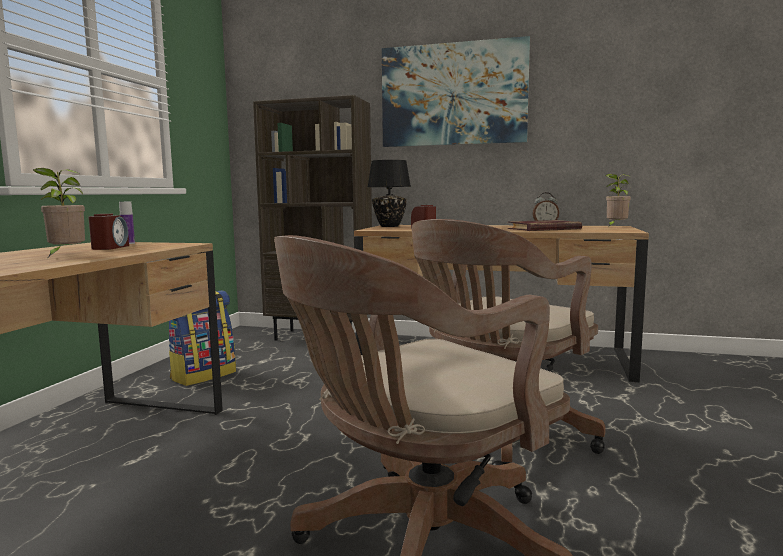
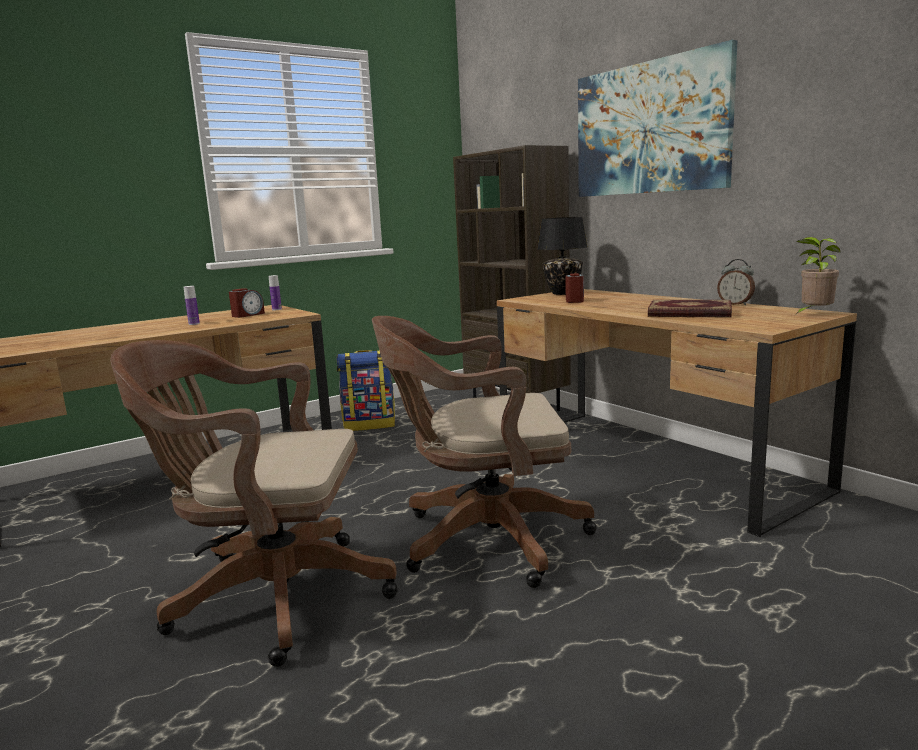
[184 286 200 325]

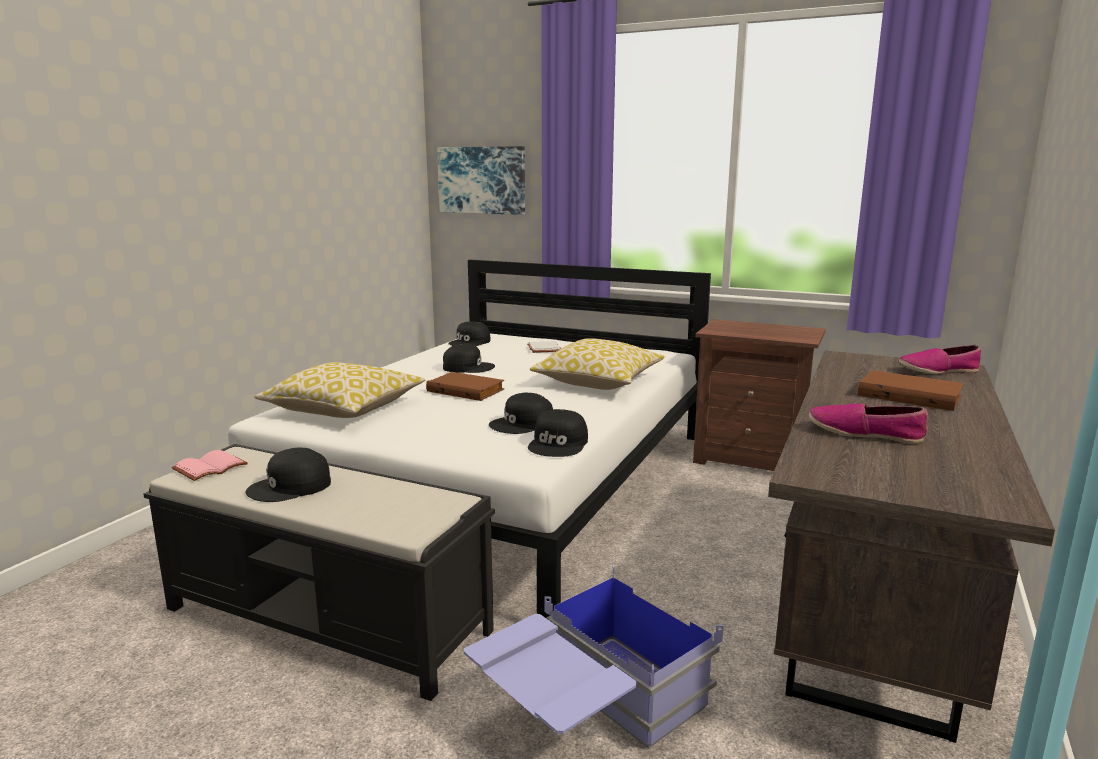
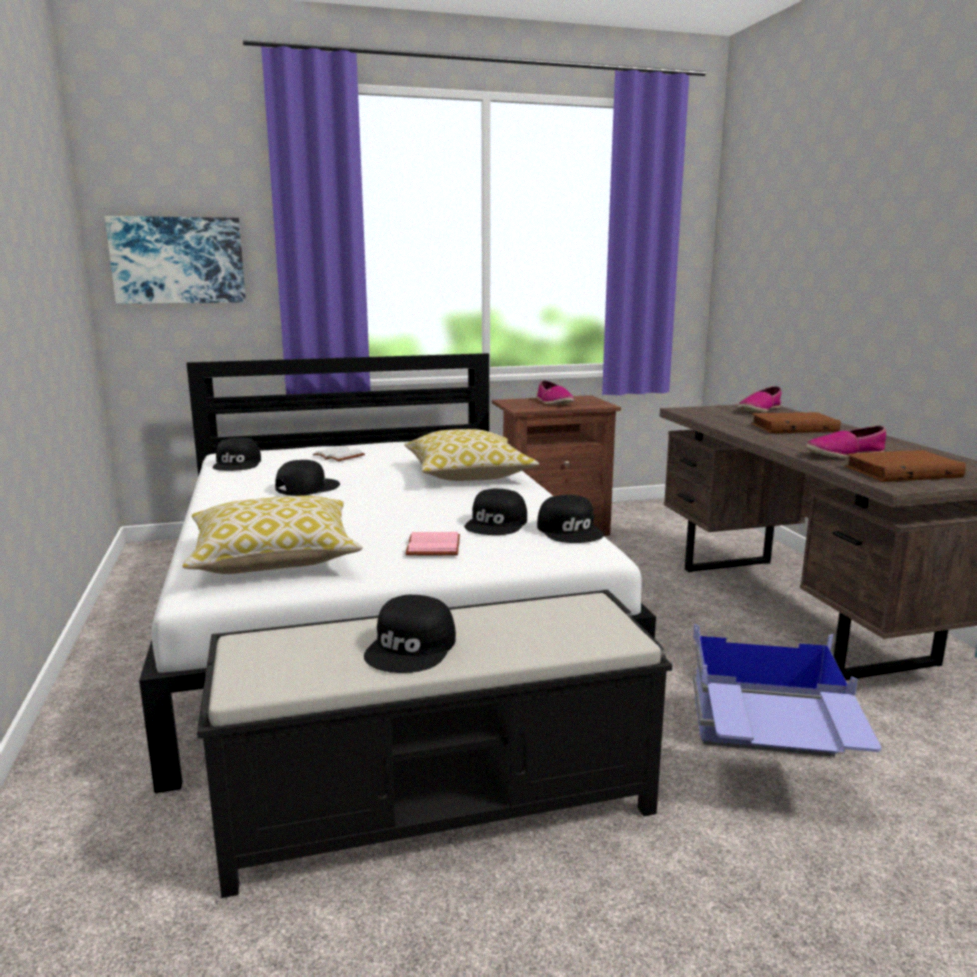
[537 381 574 404]
[406 532 460 555]
[845 450 966 482]

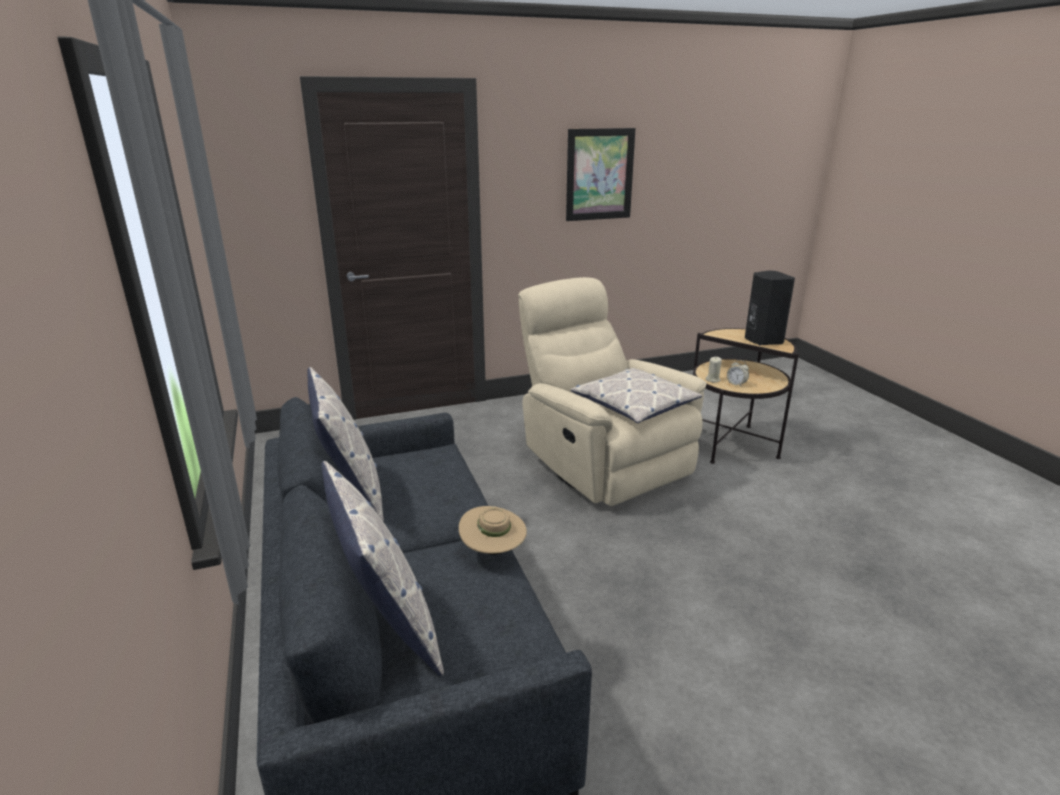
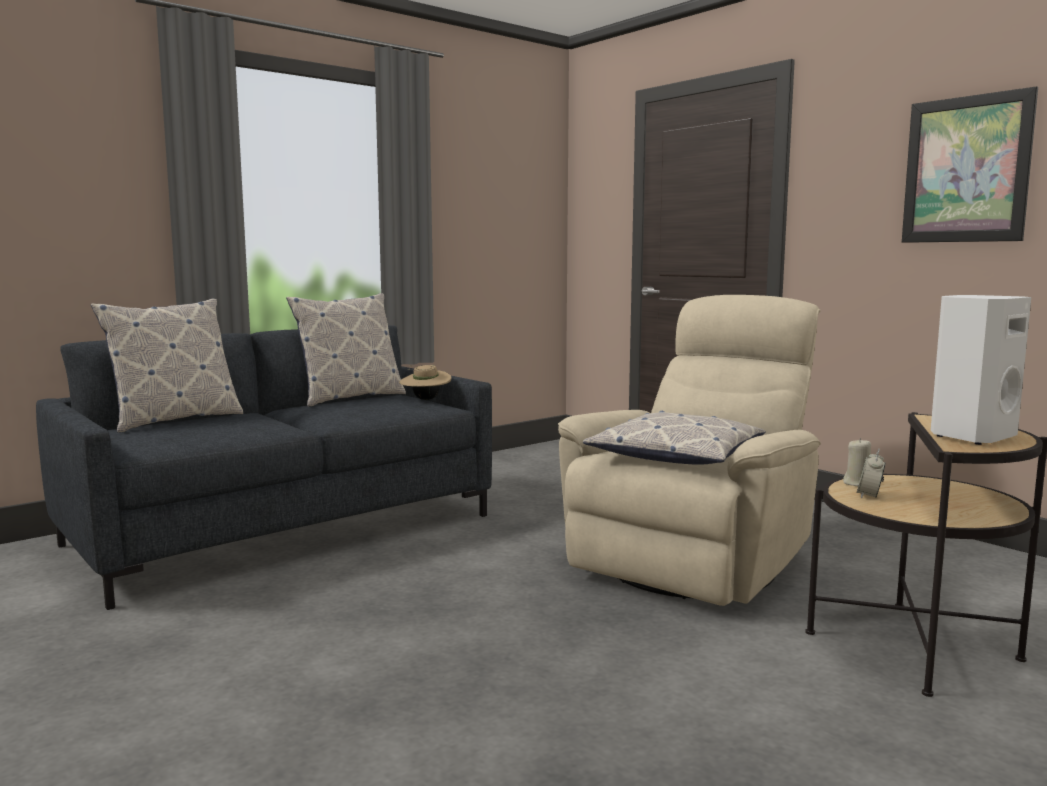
[399 365 451 400]
[931 295 1031 445]

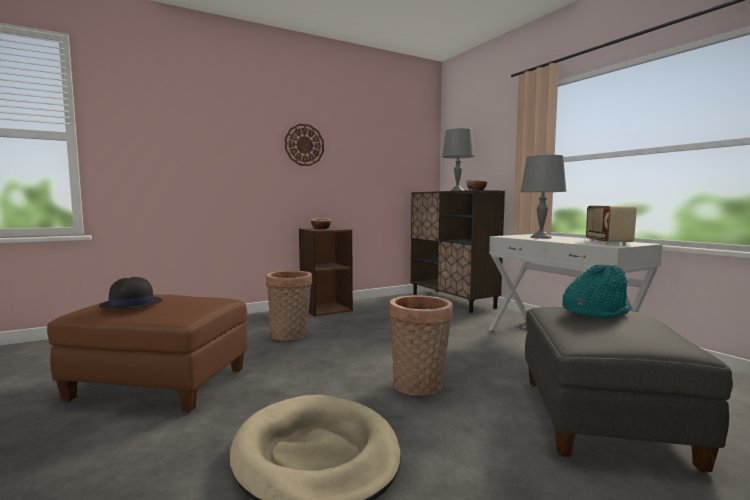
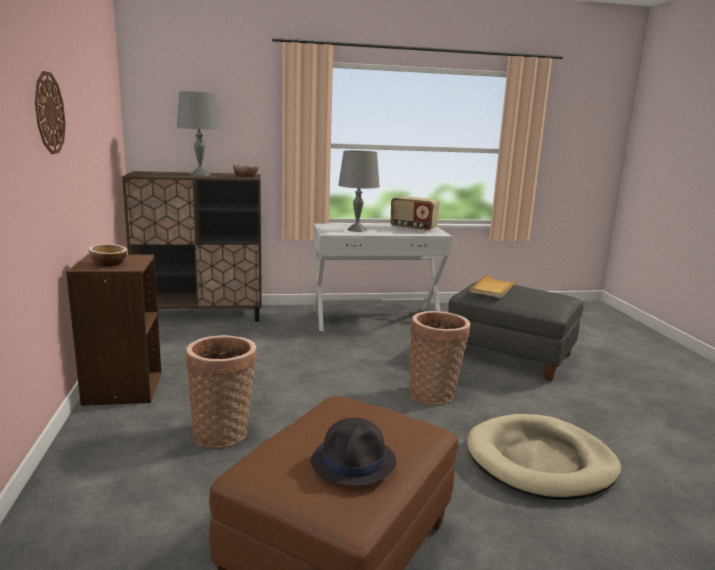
[470 273 520 298]

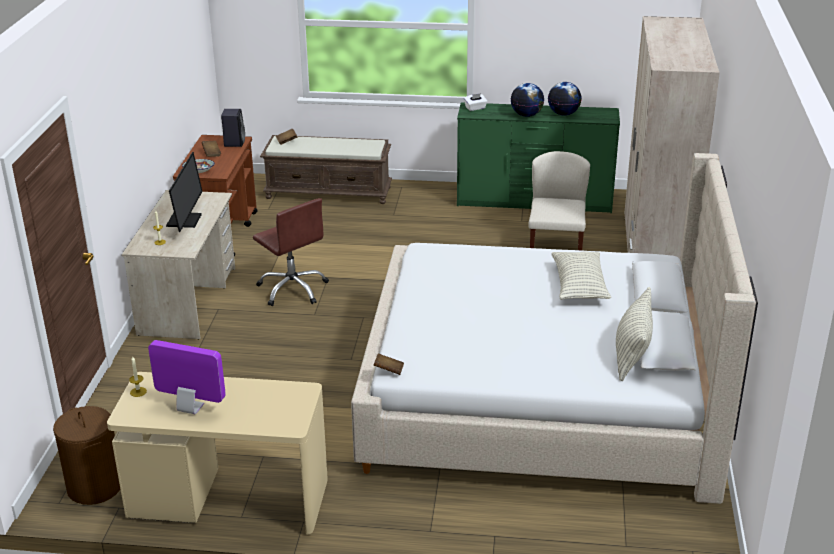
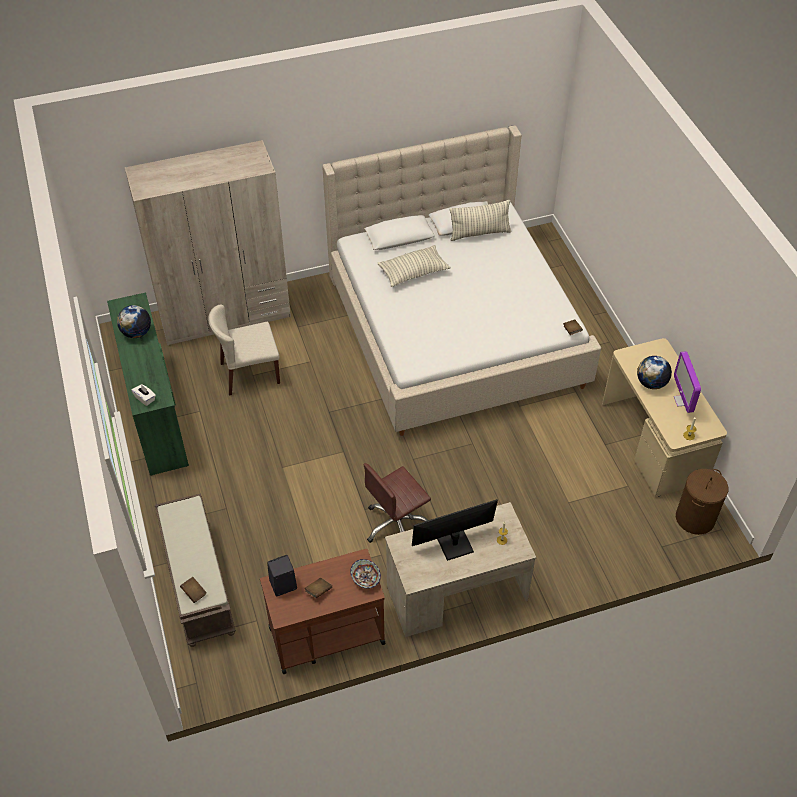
[637 356 672 389]
[364 463 431 543]

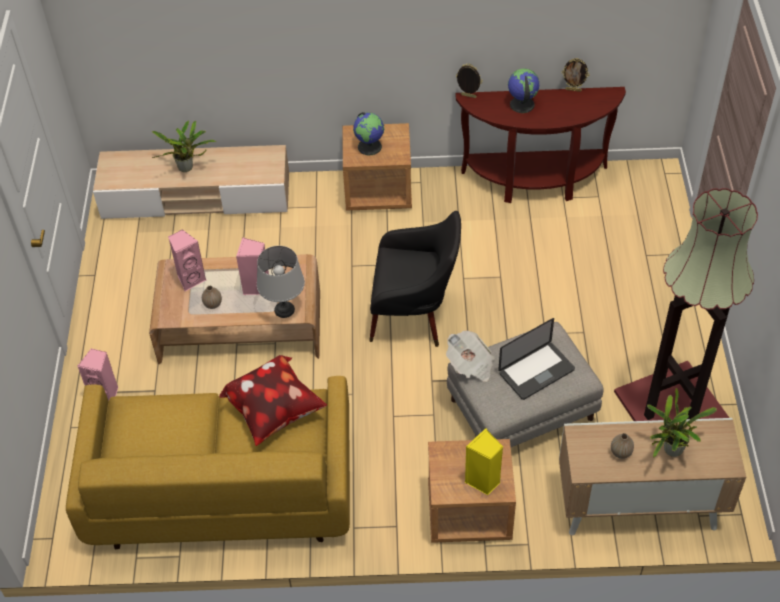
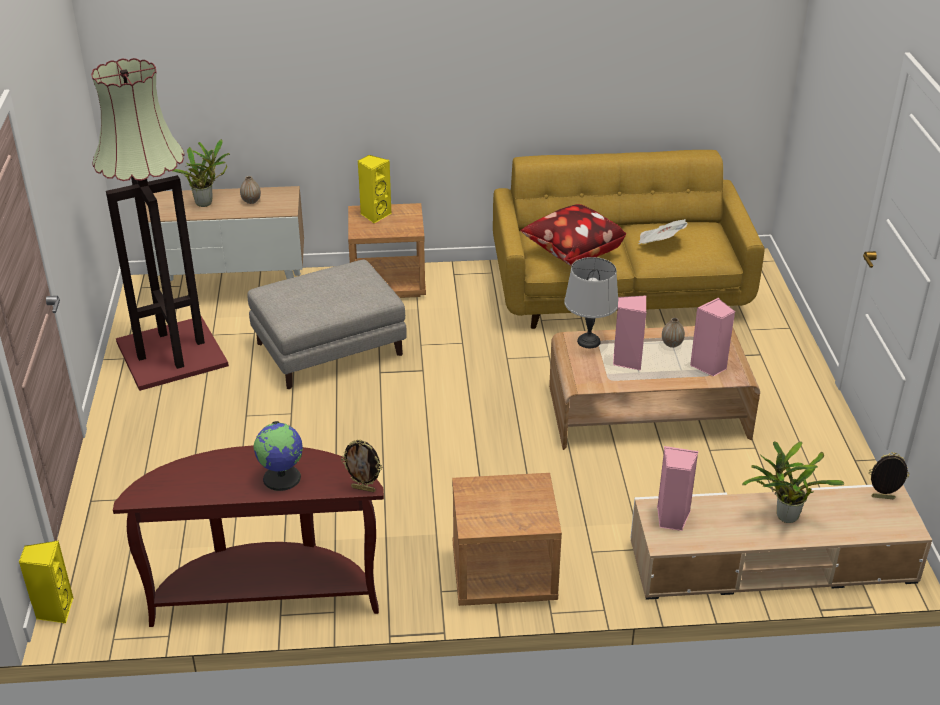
[353 112 384 155] (first image)
[369 211 461 347] (first image)
[498 318 575 400] (first image)
[19 541 74 623]
[657 446 699 531]
[638 219 688 244]
[869 452 909 500]

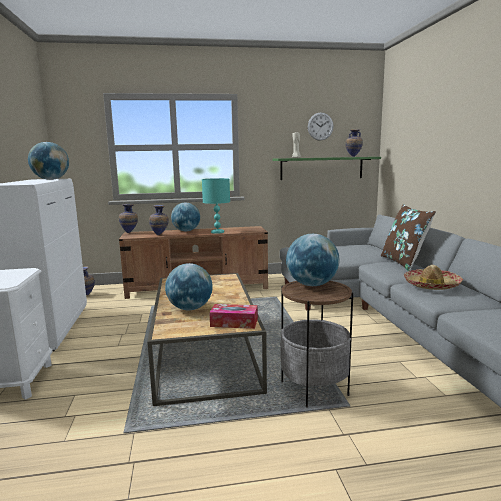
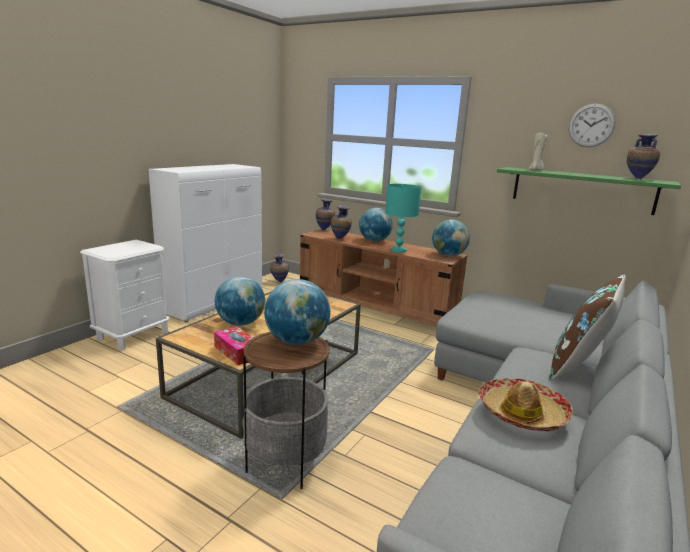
[432 220 470 256]

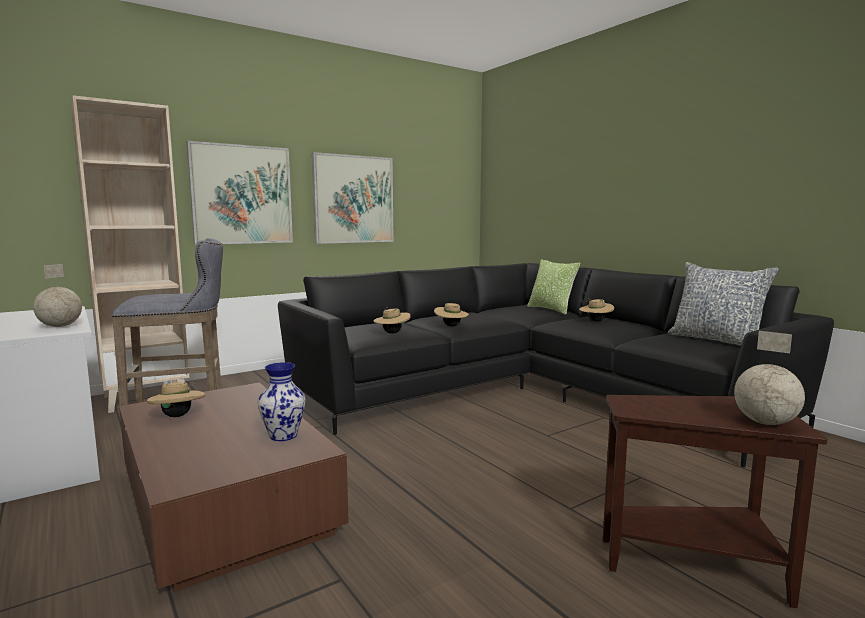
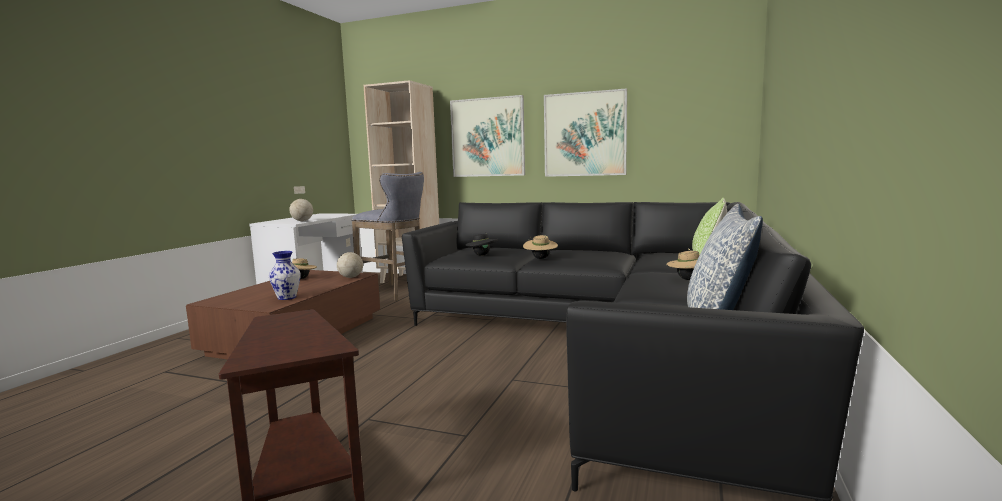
[337 238 363 278]
[465 234 498 256]

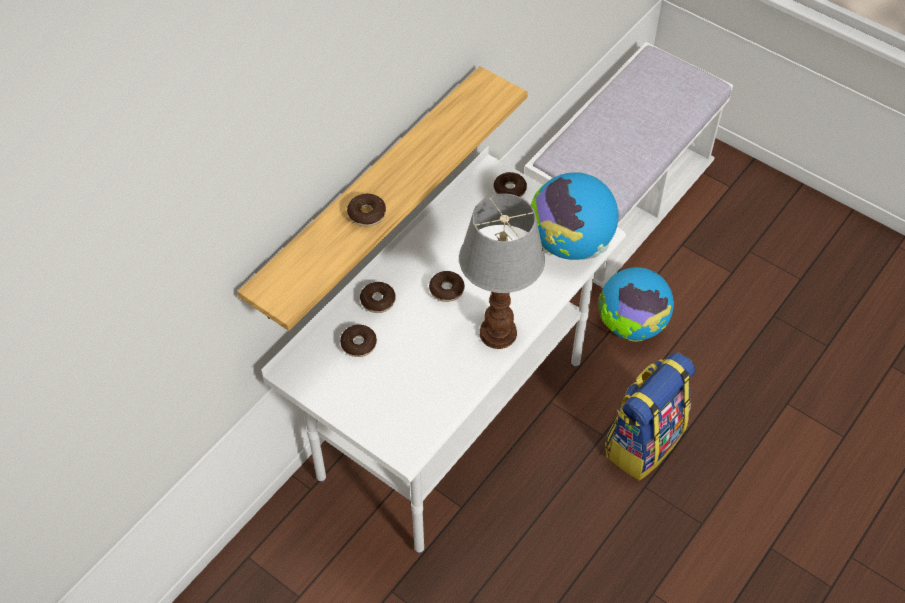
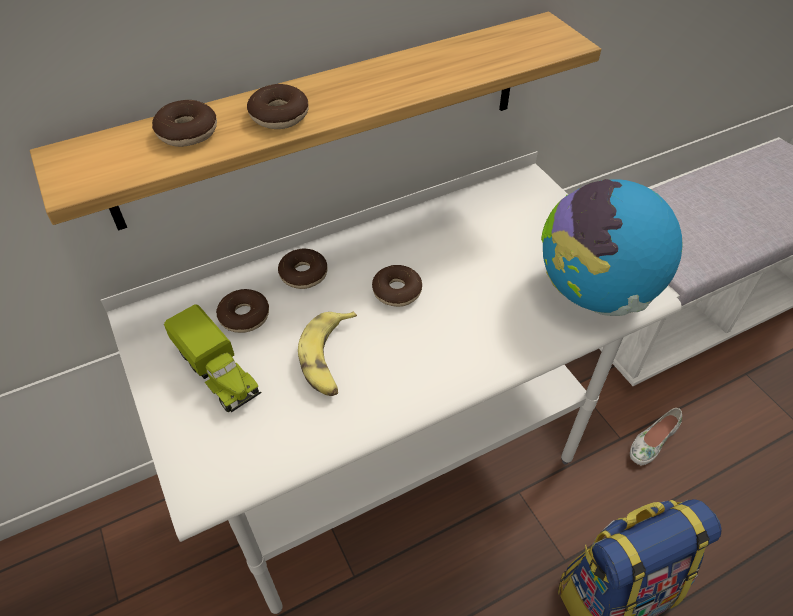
[459 193 545 349] (first image)
[164 304 262 412]
[298 312 357 396]
[152 100 217 147]
[630 408 682 465]

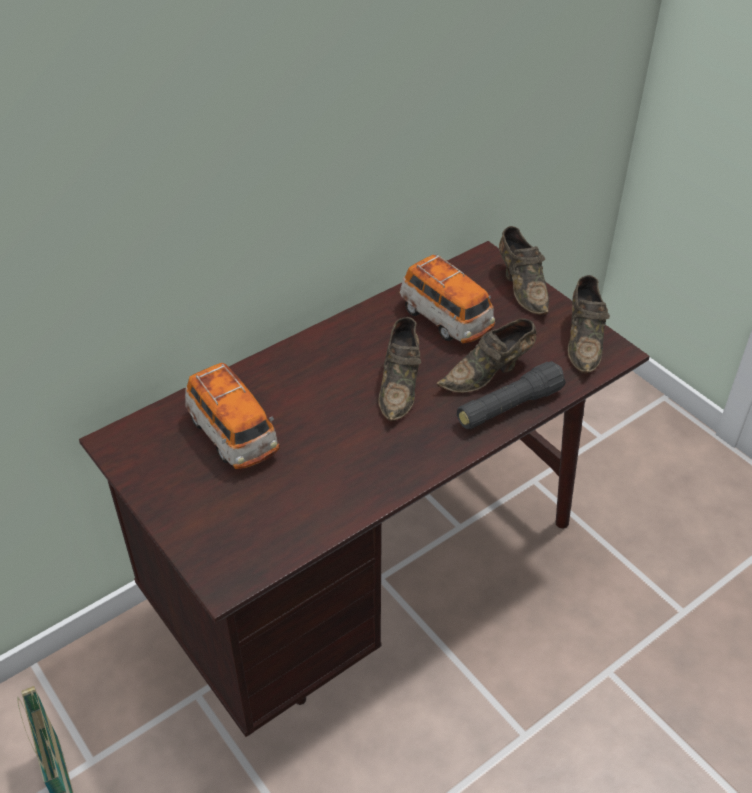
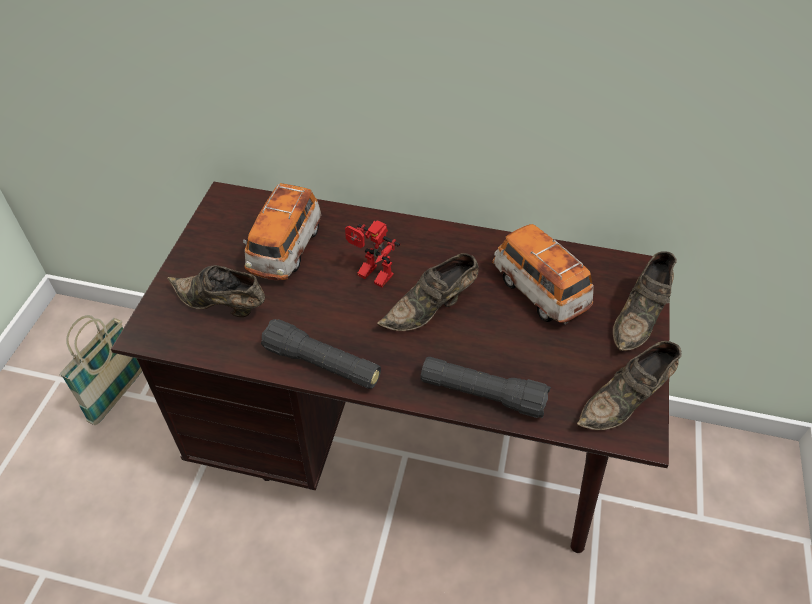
[261 319 381 389]
[345 220 400 287]
[167 265 265 317]
[492 224 594 325]

